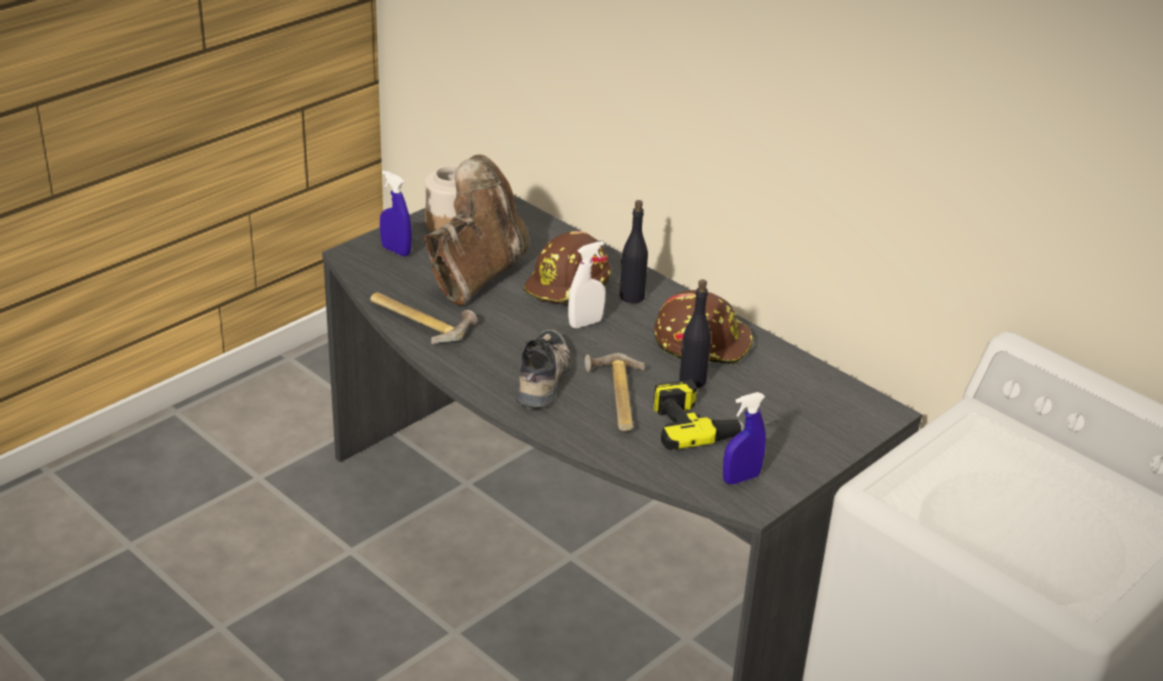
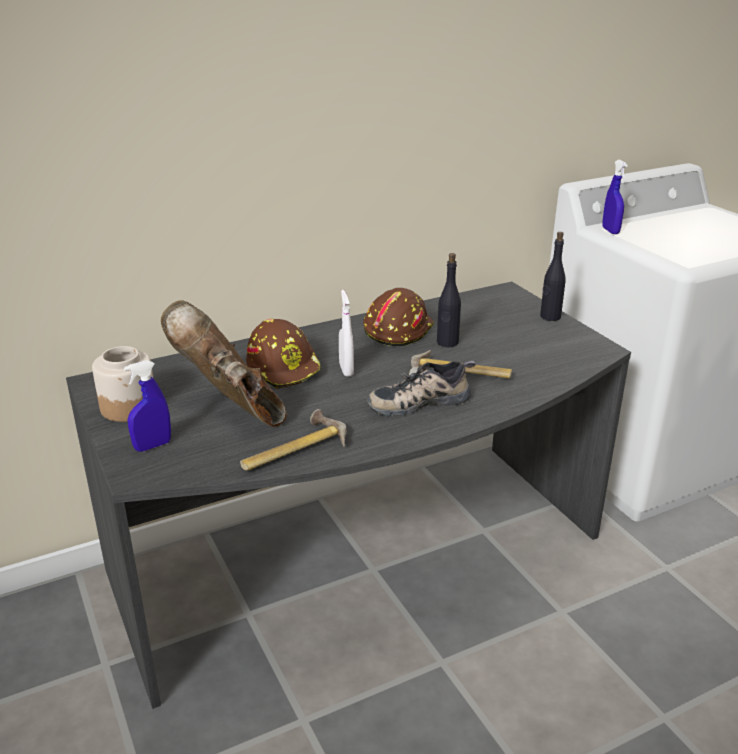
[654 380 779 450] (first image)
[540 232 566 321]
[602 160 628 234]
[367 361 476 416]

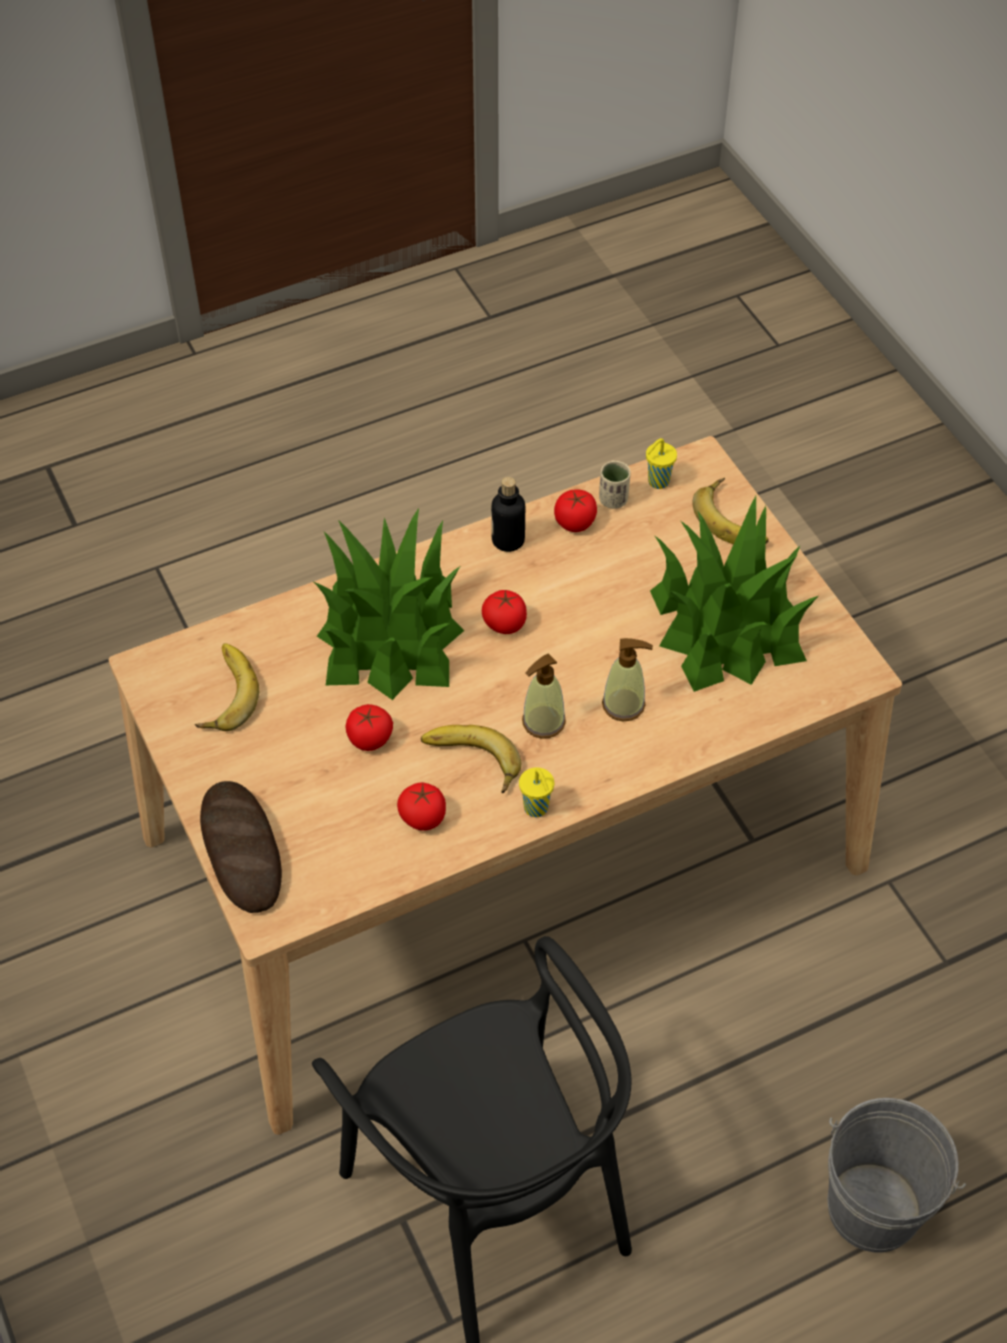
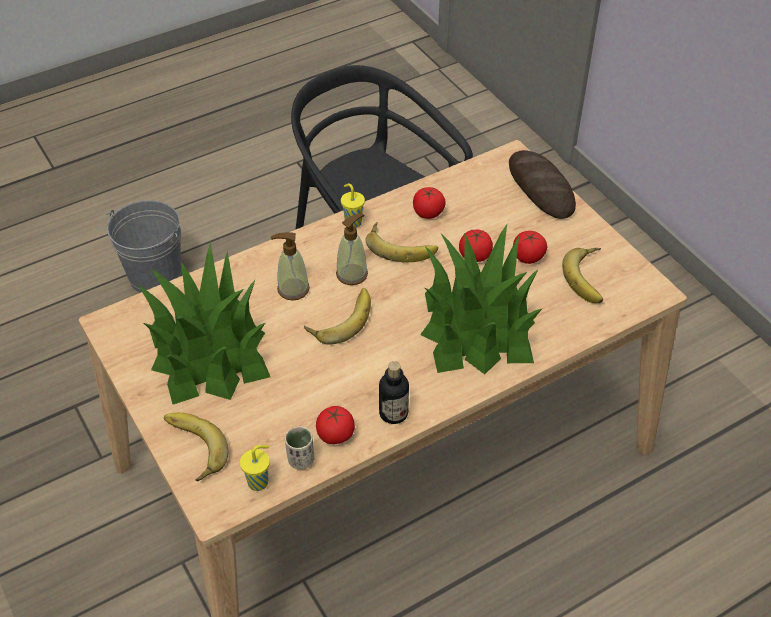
[304 288 371 344]
[513 231 547 264]

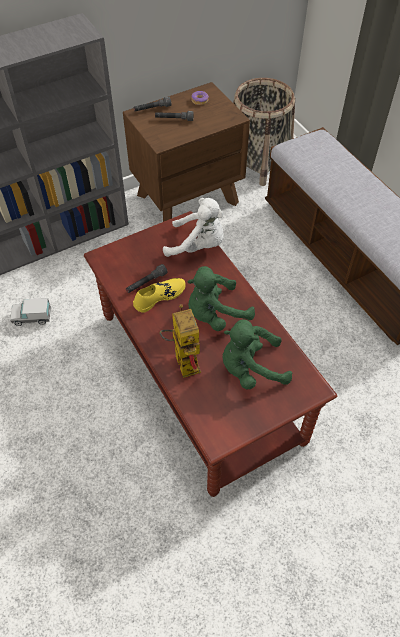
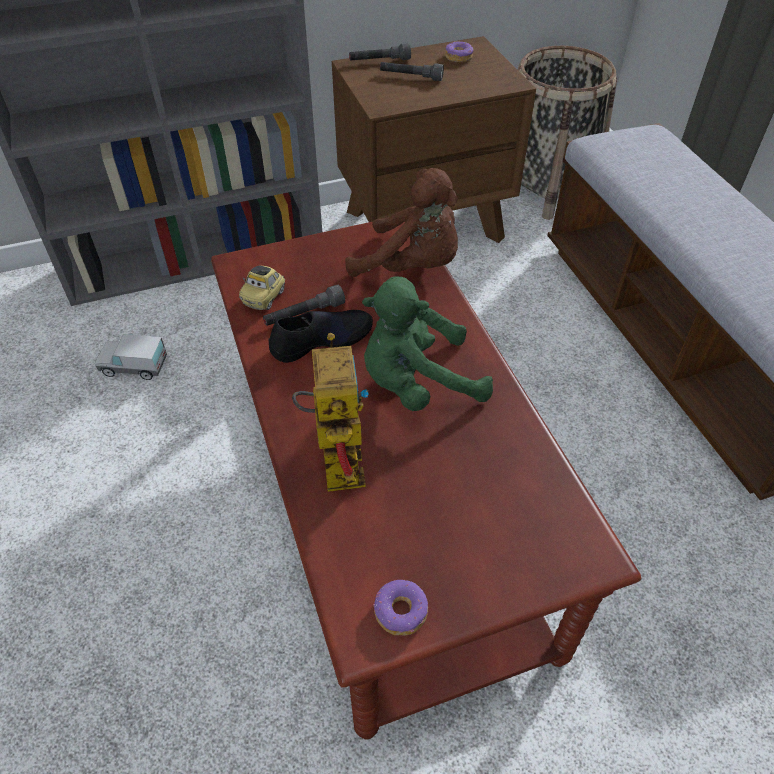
[222 319 292 389] (first image)
[239 266 285 310]
[373 580 428 636]
[268 310 373 363]
[345 168 458 277]

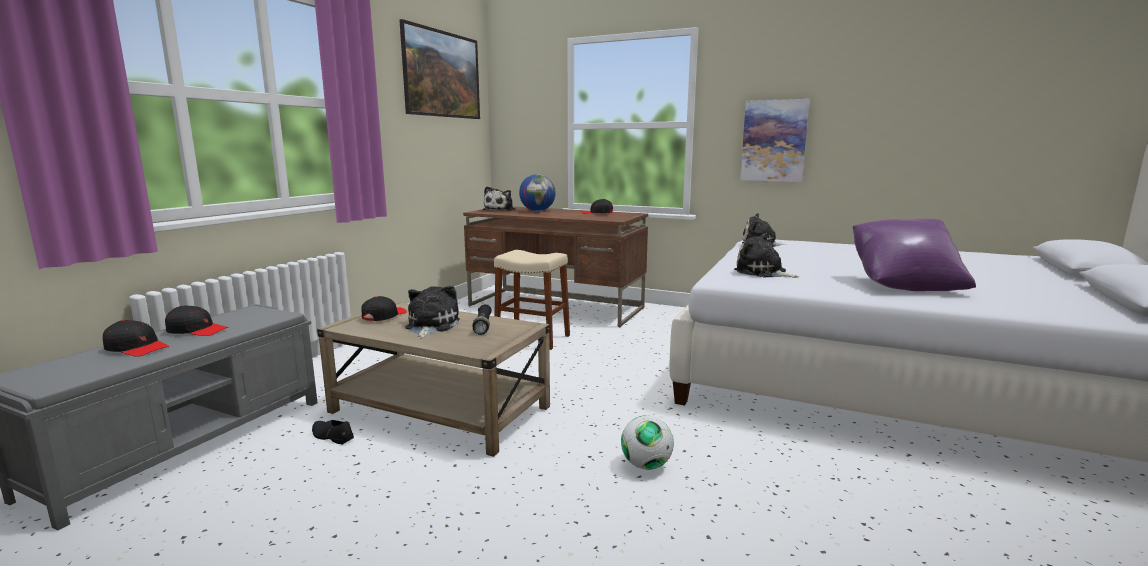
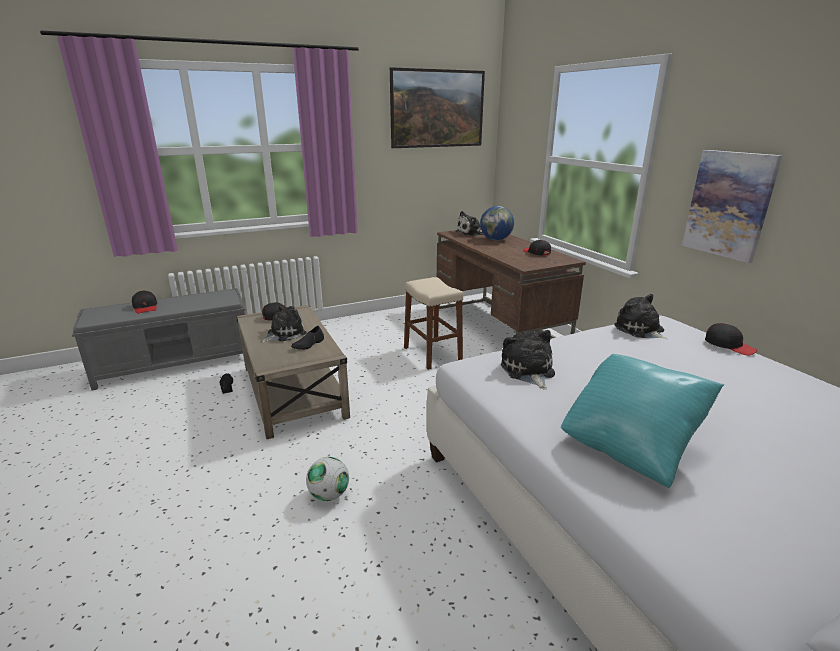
[705 323 757 356]
[291 326 324 350]
[561 354 724 488]

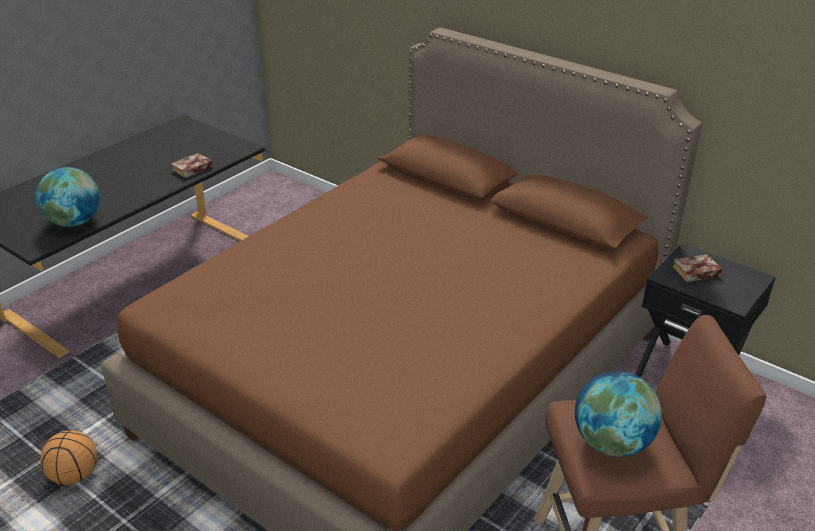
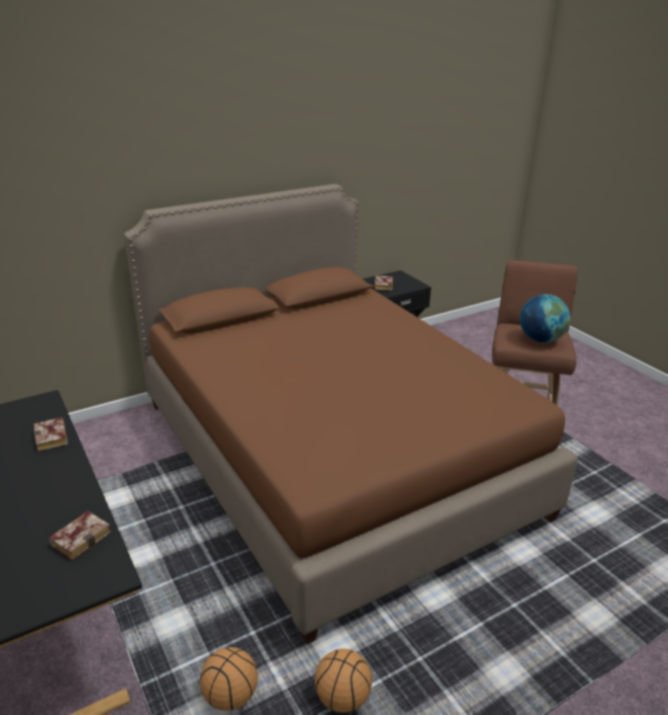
[200 647 258 711]
[49 511 111 561]

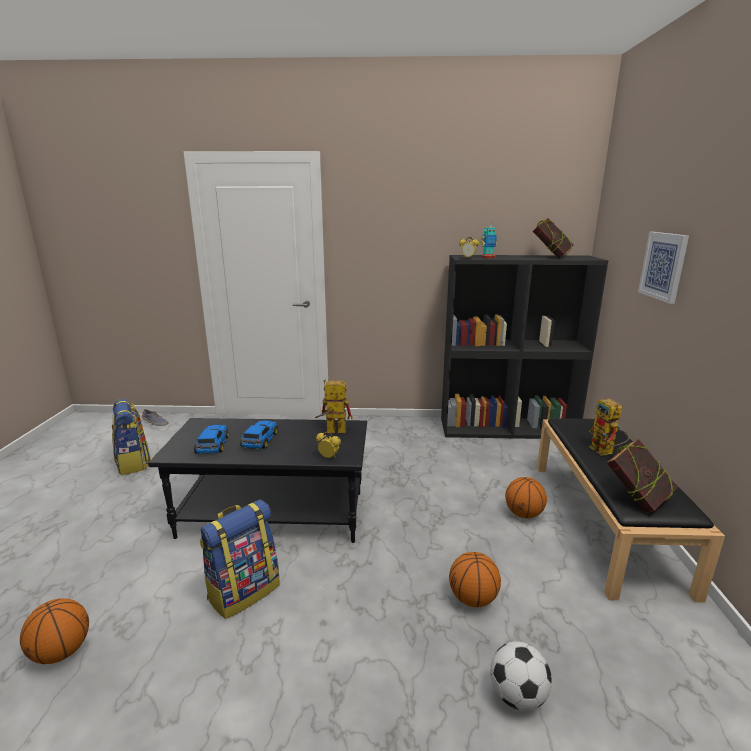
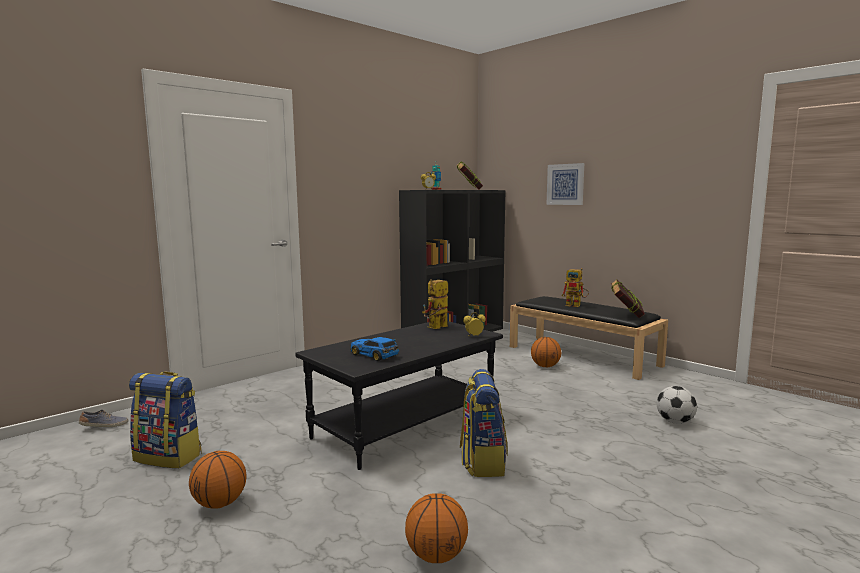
[240 420 278 449] (first image)
[189 451 247 509]

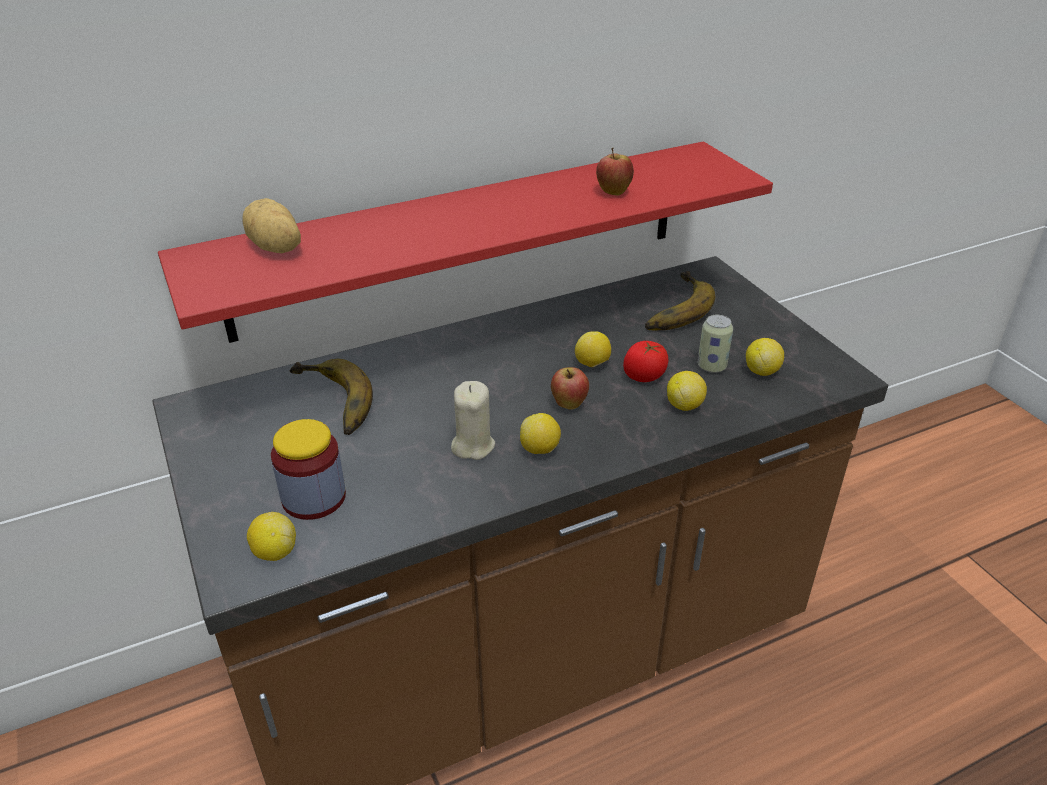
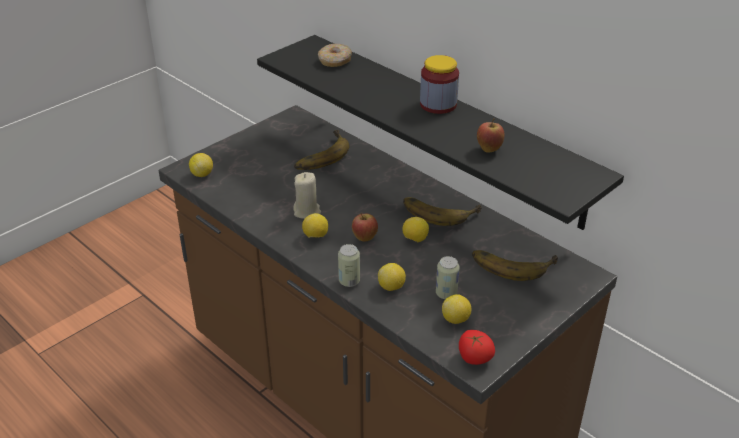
[338 244 360 287]
[403 197 482 226]
[420 55 459 114]
[459 330 495 365]
[318 44 352 67]
[257 35 624 230]

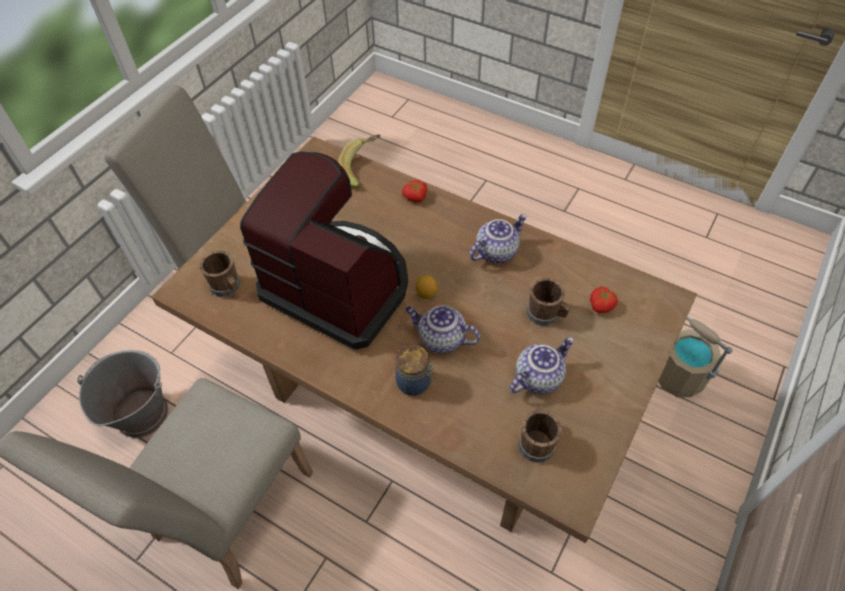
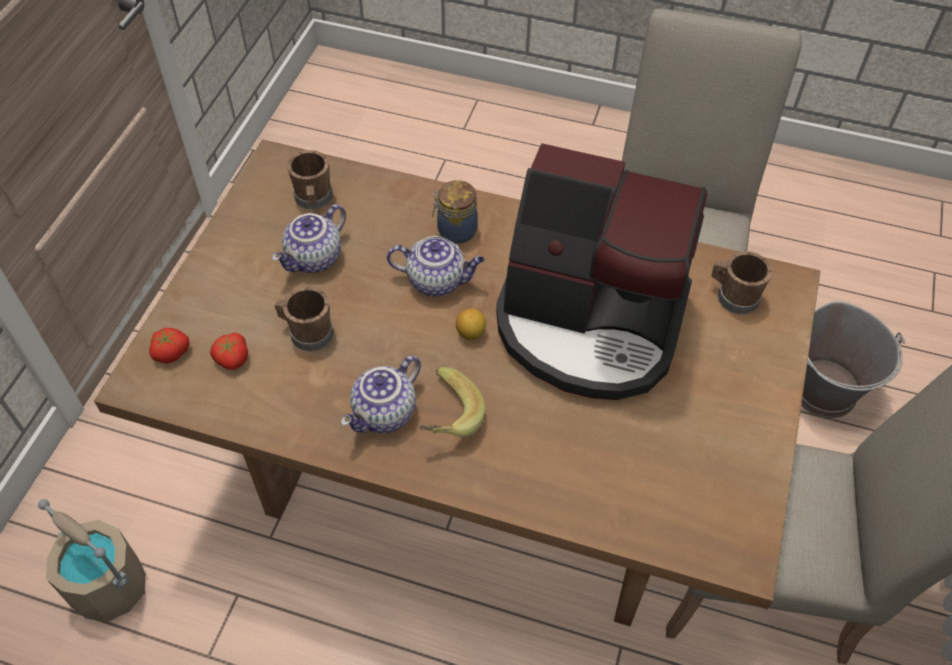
[420 367 485 437]
[149 328 189 364]

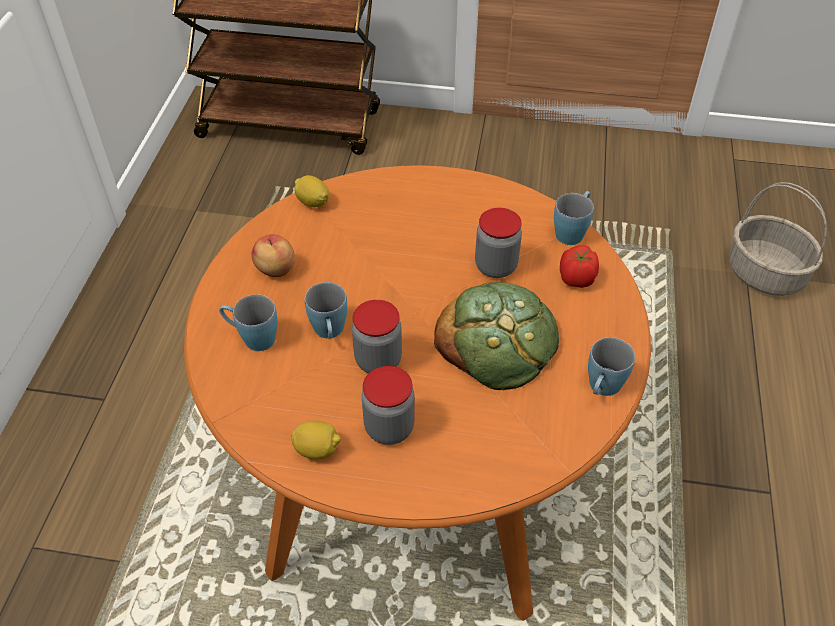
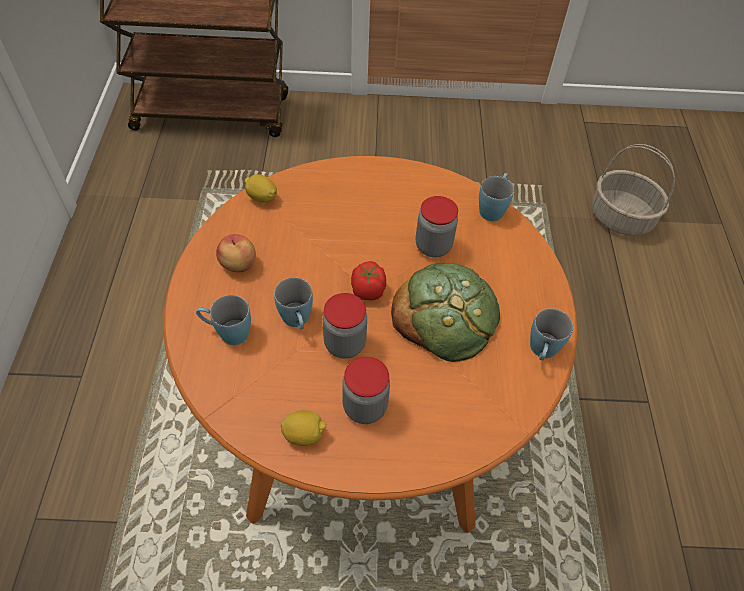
[351 261 386 300]

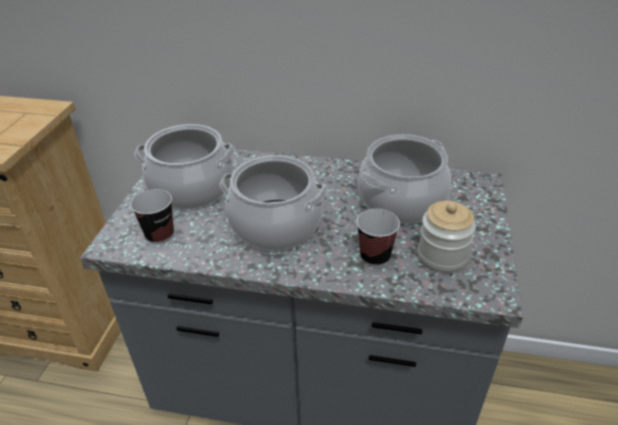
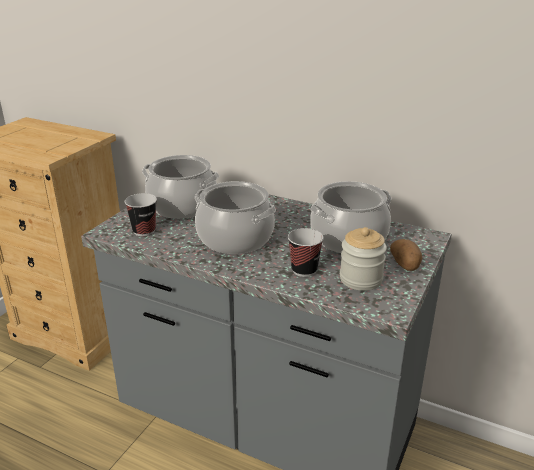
[390 239 423 271]

